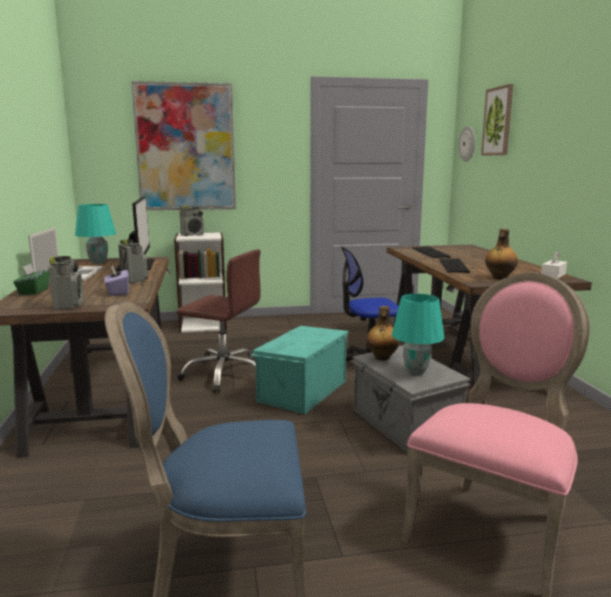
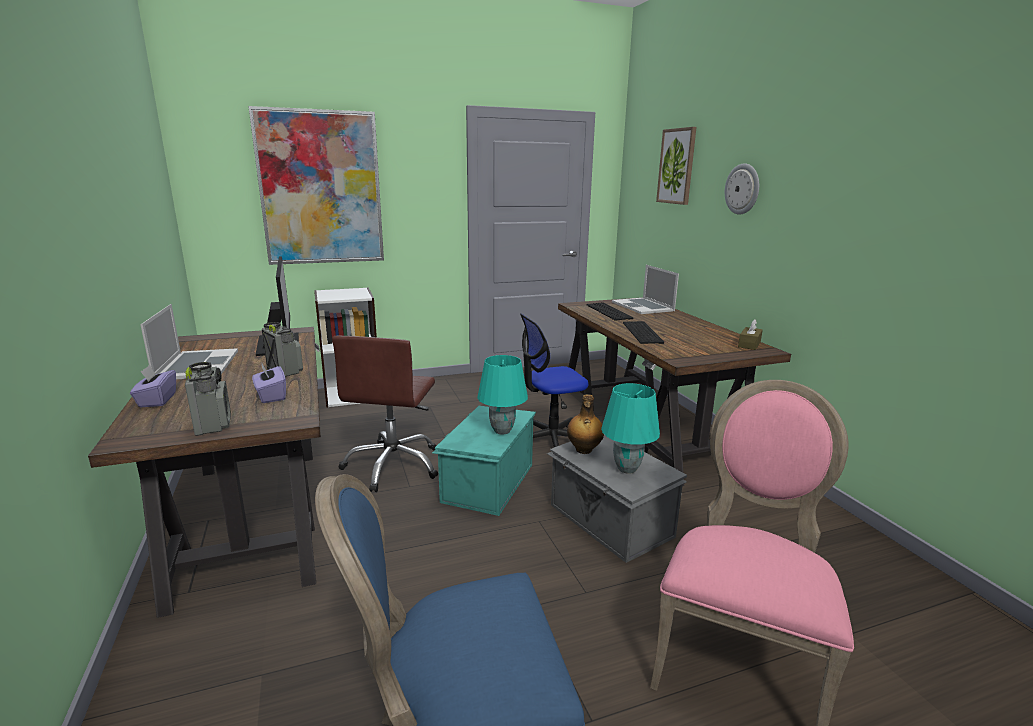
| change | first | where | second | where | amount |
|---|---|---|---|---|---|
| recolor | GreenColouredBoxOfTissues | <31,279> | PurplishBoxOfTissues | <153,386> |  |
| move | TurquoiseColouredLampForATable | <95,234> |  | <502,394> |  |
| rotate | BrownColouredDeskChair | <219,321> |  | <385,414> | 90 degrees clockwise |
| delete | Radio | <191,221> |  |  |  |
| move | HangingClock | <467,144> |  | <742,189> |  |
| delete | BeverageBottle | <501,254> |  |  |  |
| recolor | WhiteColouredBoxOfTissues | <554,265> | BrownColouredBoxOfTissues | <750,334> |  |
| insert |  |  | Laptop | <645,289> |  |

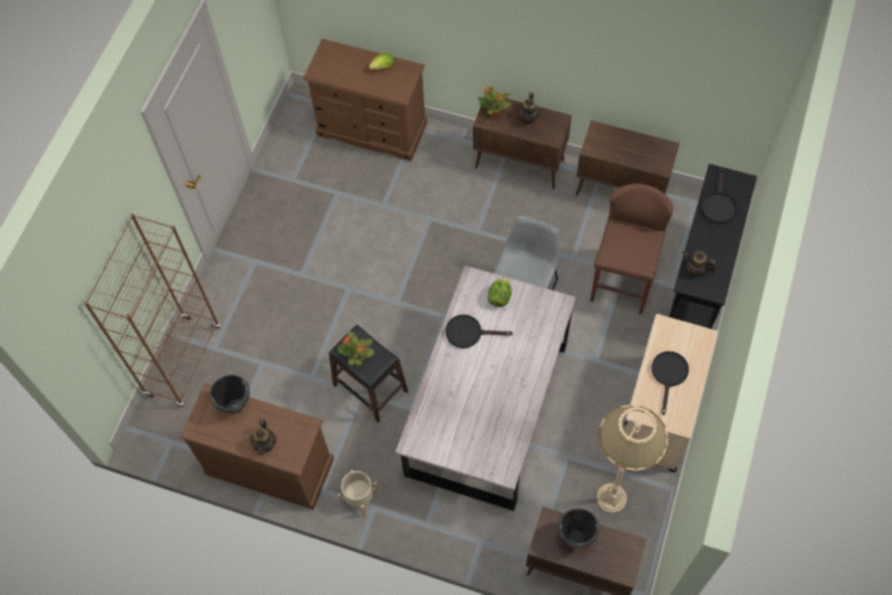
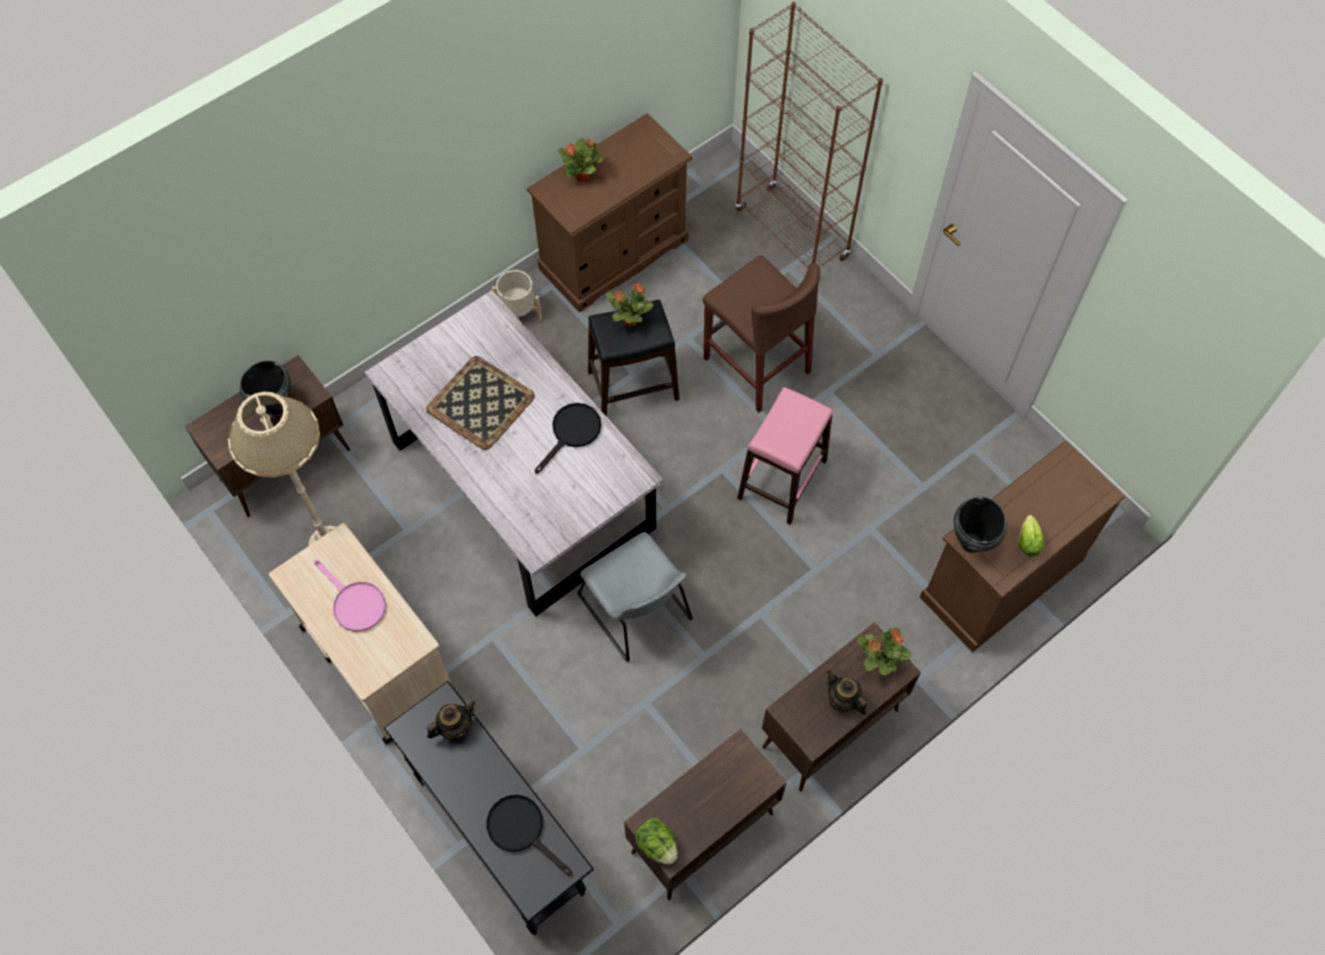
| change | first | where | second | where | amount |
|---|---|---|---|---|---|
| move | BlackColouredStockpot | <229,394> |  | <980,524> |  |
| replace | TeaPot | <263,437> | Houseplant | <580,159> |  |
| move | Lettuce | <499,292> |  | <656,841> |  |
| move | BrownColouredStoolSeat | <632,248> |  | <761,333> |  |
| recolor | BlackColouredSkillet | <670,383> | PinkSkillet | <350,595> |  |
| insert |  |  | CarryingTray | <480,403> |  |
| insert |  |  | PinkStoolSeat | <785,456> |  |

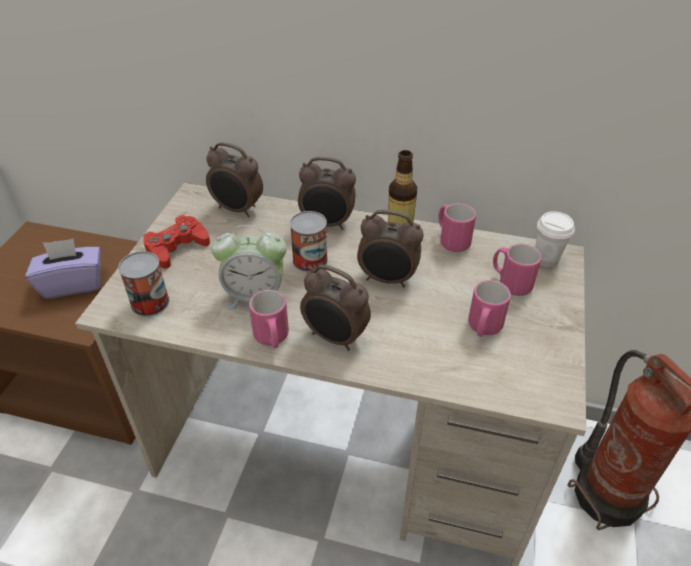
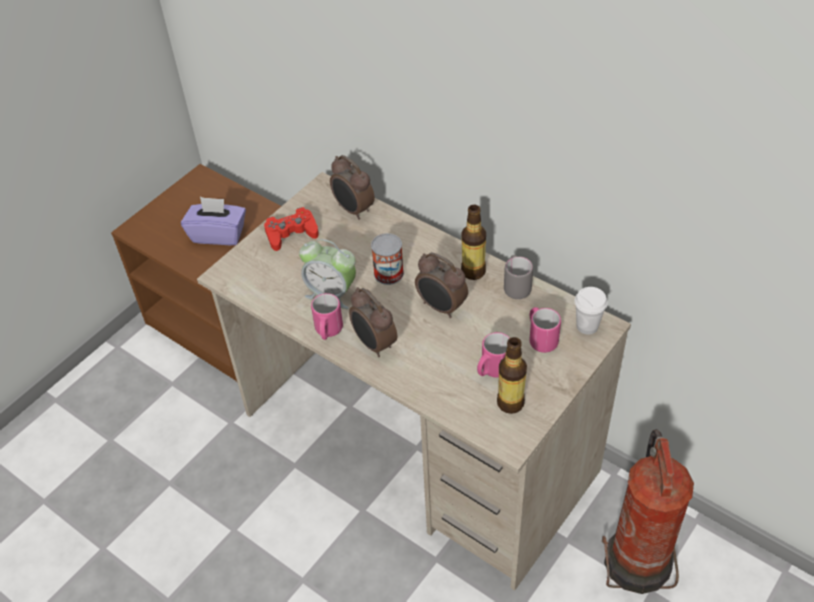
| change | first | where | second | where | amount |
|---|---|---|---|---|---|
| delete | SealedCan | <144,284> |  |  |  |
| delete | BedsideClock | <327,193> |  |  |  |
| recolor | PinkTeaMug | <457,227> | GrayTeaMug | <518,277> |  |
| insert |  |  | BeverageBottle | <512,375> |  |

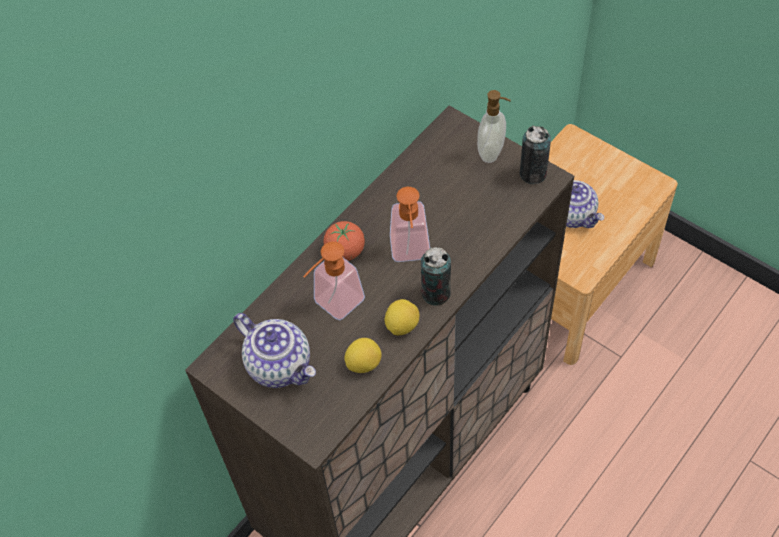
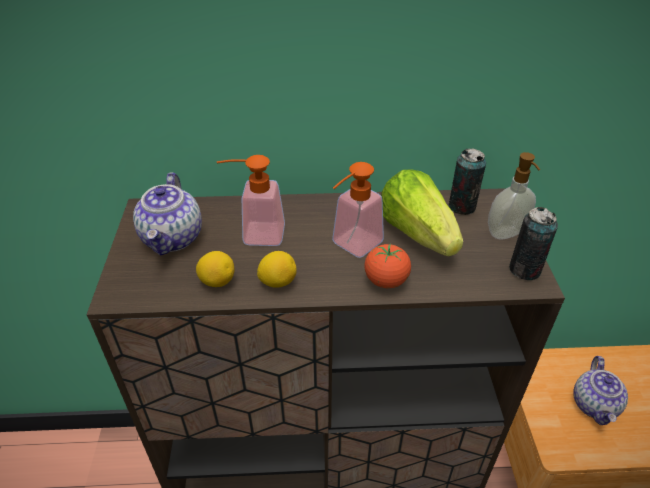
| change | first | where | second | where | amount |
|---|---|---|---|---|---|
| move | WholeTomato | <344,241> |  | <387,266> |  |
| move | SealedCan | <436,276> |  | <467,181> |  |
| insert |  |  | Lettuce | <422,212> |  |

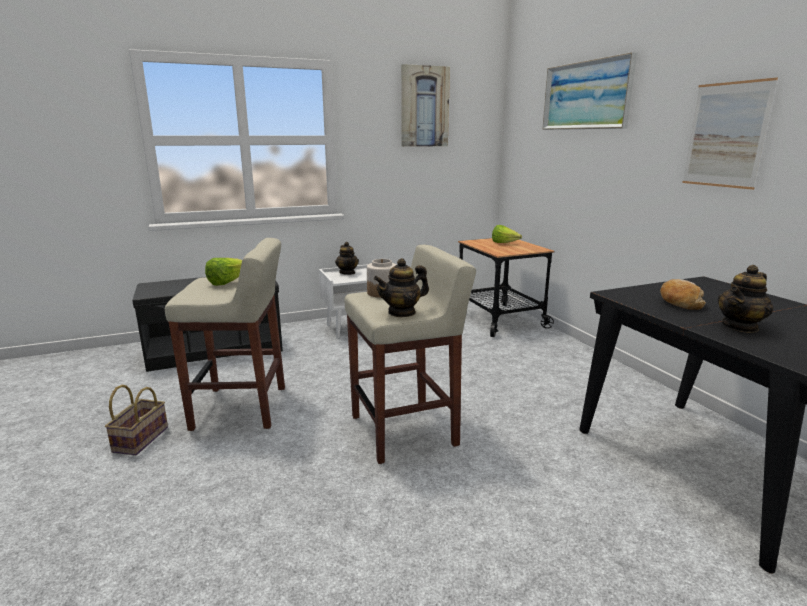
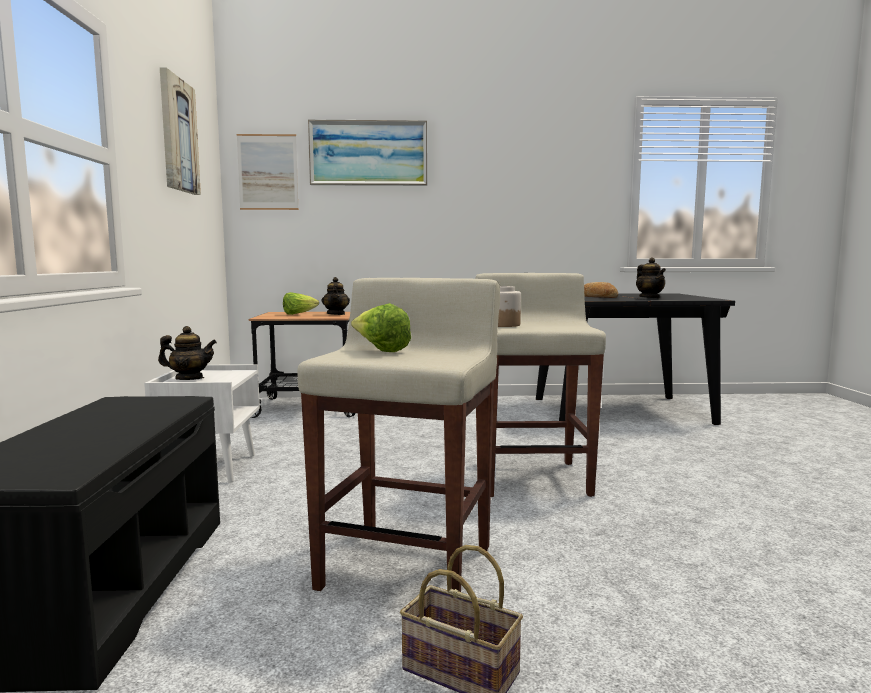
| change | first | where | second | where | amount |
|---|---|---|---|---|---|
| move | TeaPot | <401,287> |  | <336,296> |  |
| move | Picture | <730,133> |  | <268,172> |  |

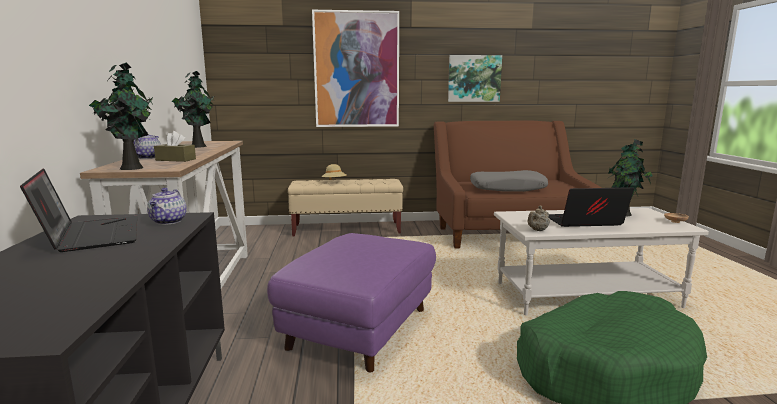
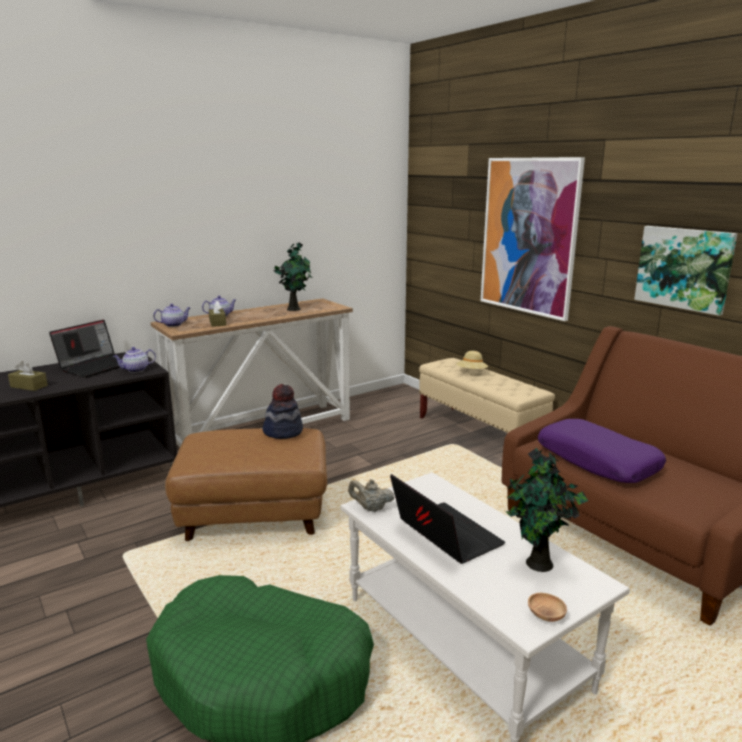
| change | first | where | second | where | amount |
|---|---|---|---|---|---|
| replace | Houseplant | <121,116> | TeaPot | <171,315> |  |
| recolor | PurplishPouffe | <351,303> | BrownColouredPouffe | <246,484> |  |
| recolor | GrayCushion | <509,181> | PurplishCushion | <602,451> |  |
| insert |  |  | BrownColouredBoxOfTissues | <28,376> |  |
| insert |  |  | ClothingHat | <282,411> |  |

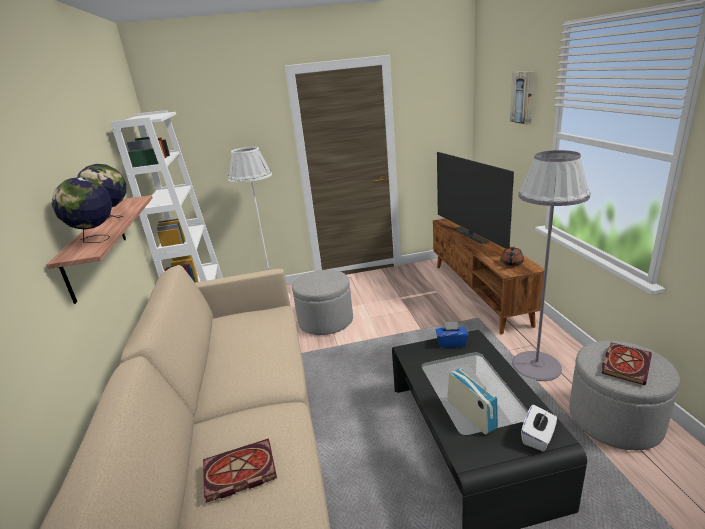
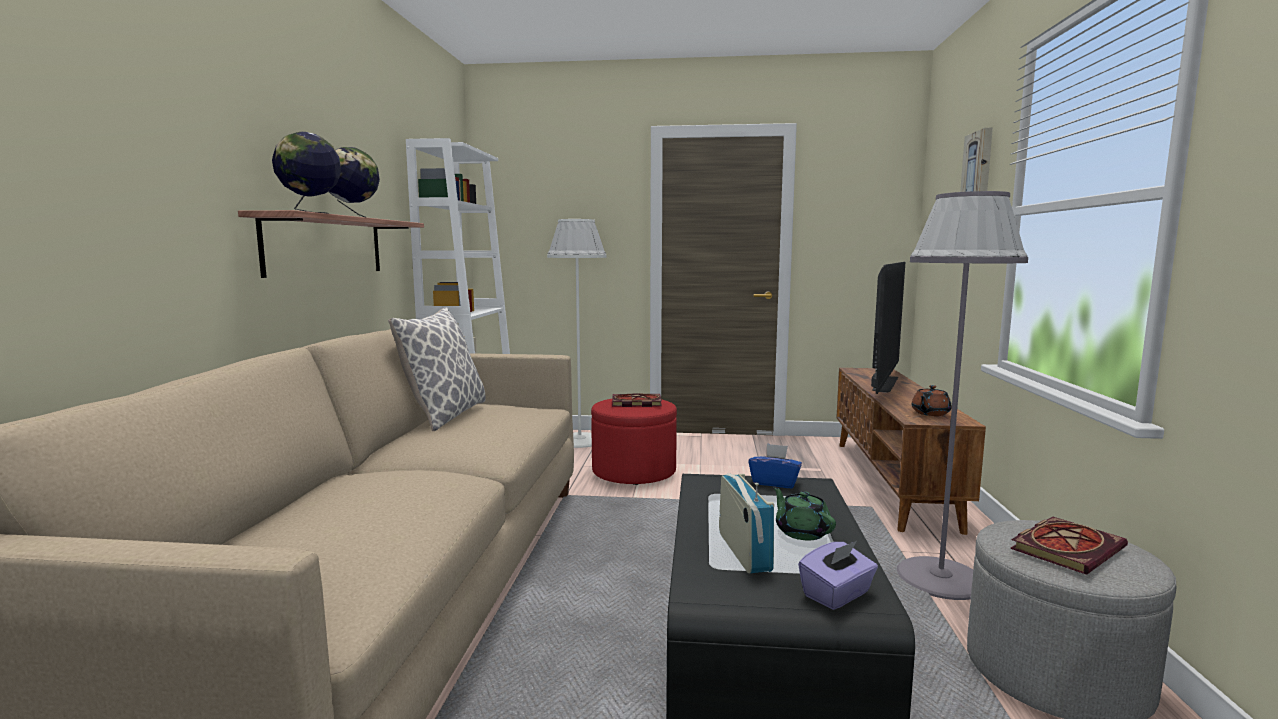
| change | first | where | second | where | amount |
|---|---|---|---|---|---|
| move | BoundBook | <240,470> |  | <637,400> |  |
| recolor | GrayPouffe | <322,302> | RedColouredPouffe | <634,442> |  |
| rotate | Television | <475,200> |  | <888,328> | 150 degrees counterclockwise |
| recolor | WhiteColouredBoxOfTissues | <539,428> | PurplishBoxOfTissues | <838,575> |  |
| insert |  |  | Cushion | <437,369> |  |
| insert |  |  | GreenColouredTeaPot | <804,513> |  |

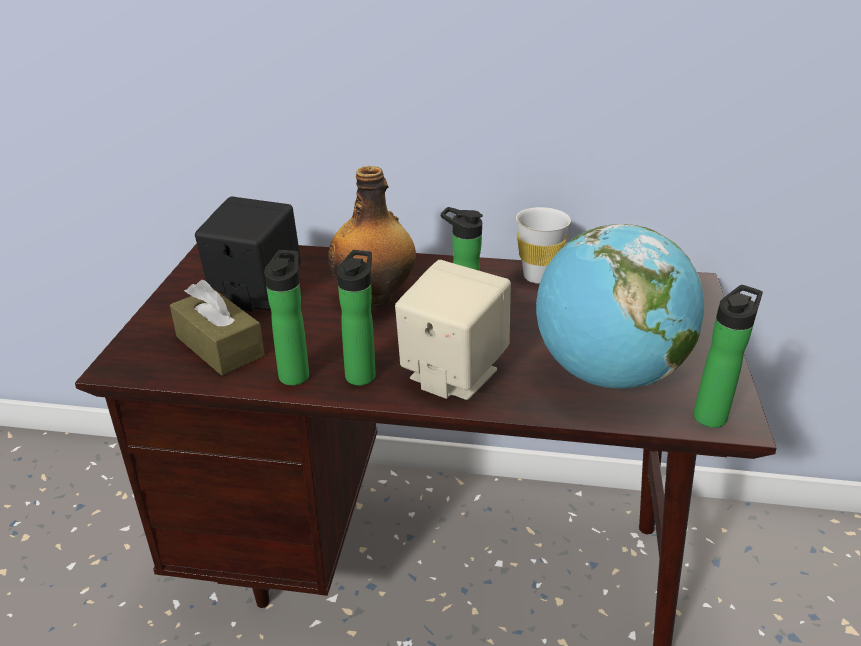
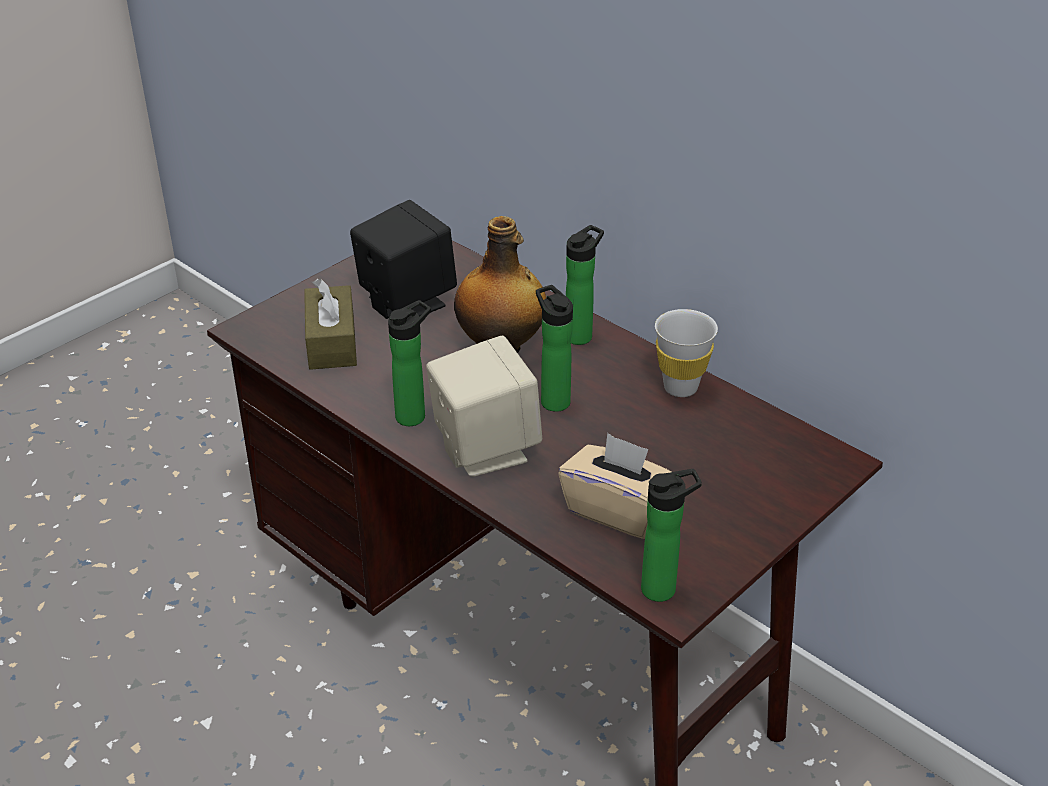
| change | first | where | second | where | amount |
|---|---|---|---|---|---|
| move | BeverageBottle | <286,317> |  | <585,285> |  |
| replace | DeskGlobe | <620,306> | BeigeColouredBoxOfTissues | <615,486> |  |

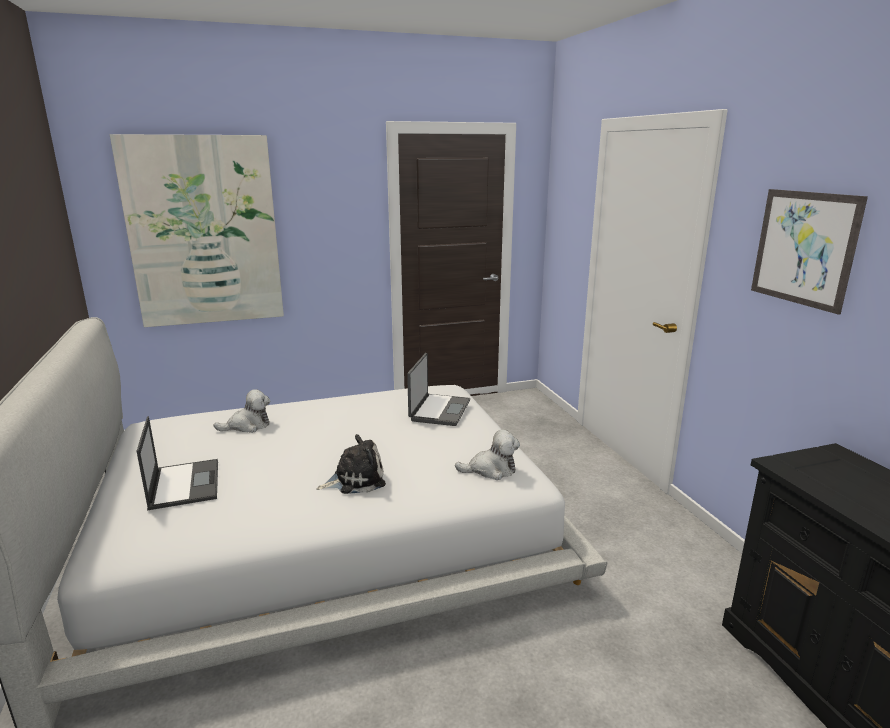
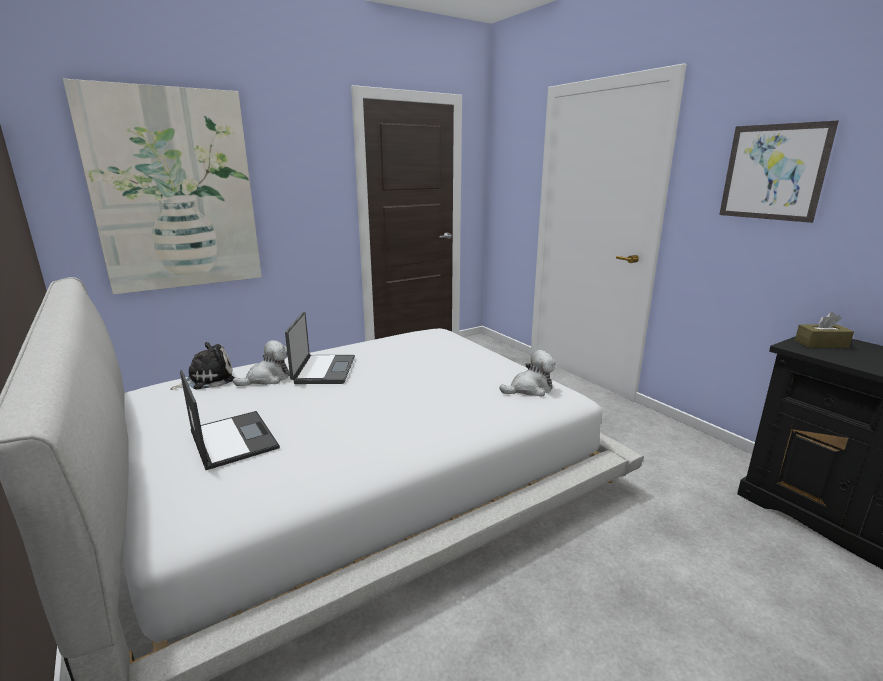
| change | first | where | second | where | amount |
|---|---|---|---|---|---|
| move | SoftToy | <351,464> |  | <202,366> |  |
| move | Laptop | <438,389> |  | <320,348> |  |
| insert |  |  | BrownColouredBoxOfTissues | <824,330> |  |

